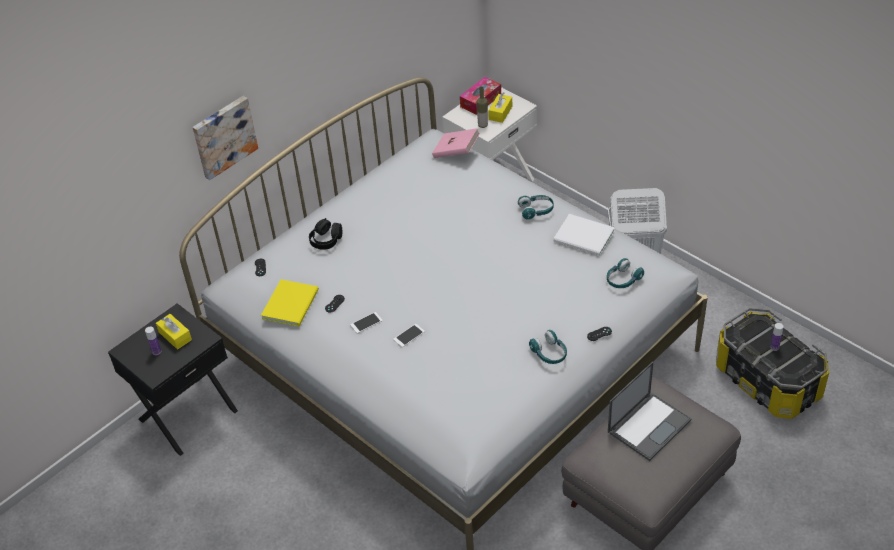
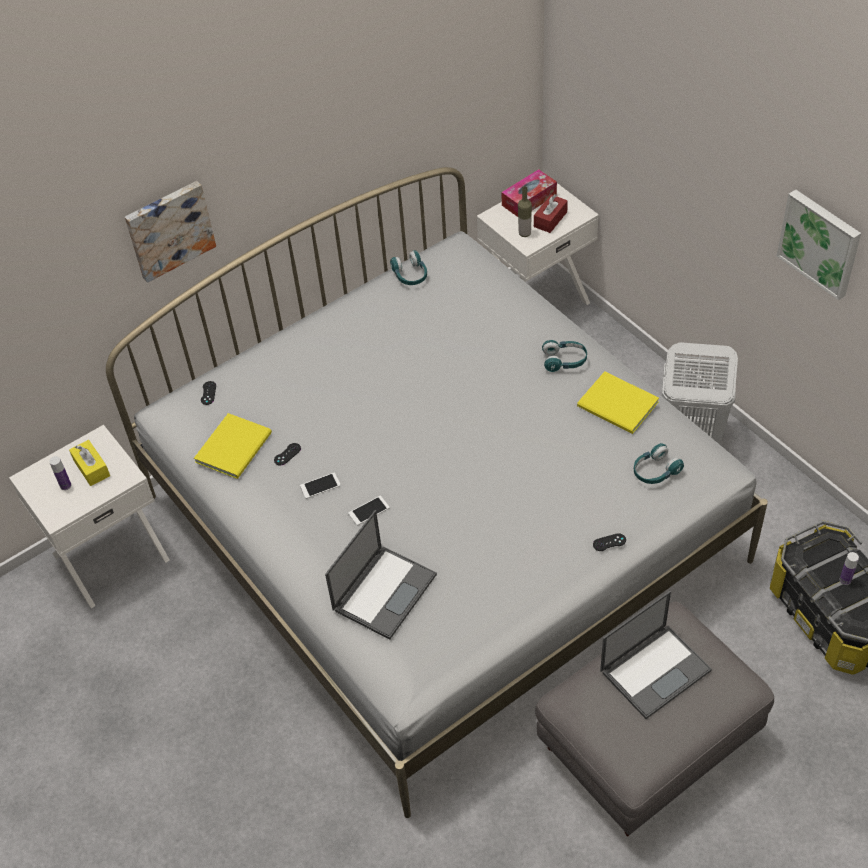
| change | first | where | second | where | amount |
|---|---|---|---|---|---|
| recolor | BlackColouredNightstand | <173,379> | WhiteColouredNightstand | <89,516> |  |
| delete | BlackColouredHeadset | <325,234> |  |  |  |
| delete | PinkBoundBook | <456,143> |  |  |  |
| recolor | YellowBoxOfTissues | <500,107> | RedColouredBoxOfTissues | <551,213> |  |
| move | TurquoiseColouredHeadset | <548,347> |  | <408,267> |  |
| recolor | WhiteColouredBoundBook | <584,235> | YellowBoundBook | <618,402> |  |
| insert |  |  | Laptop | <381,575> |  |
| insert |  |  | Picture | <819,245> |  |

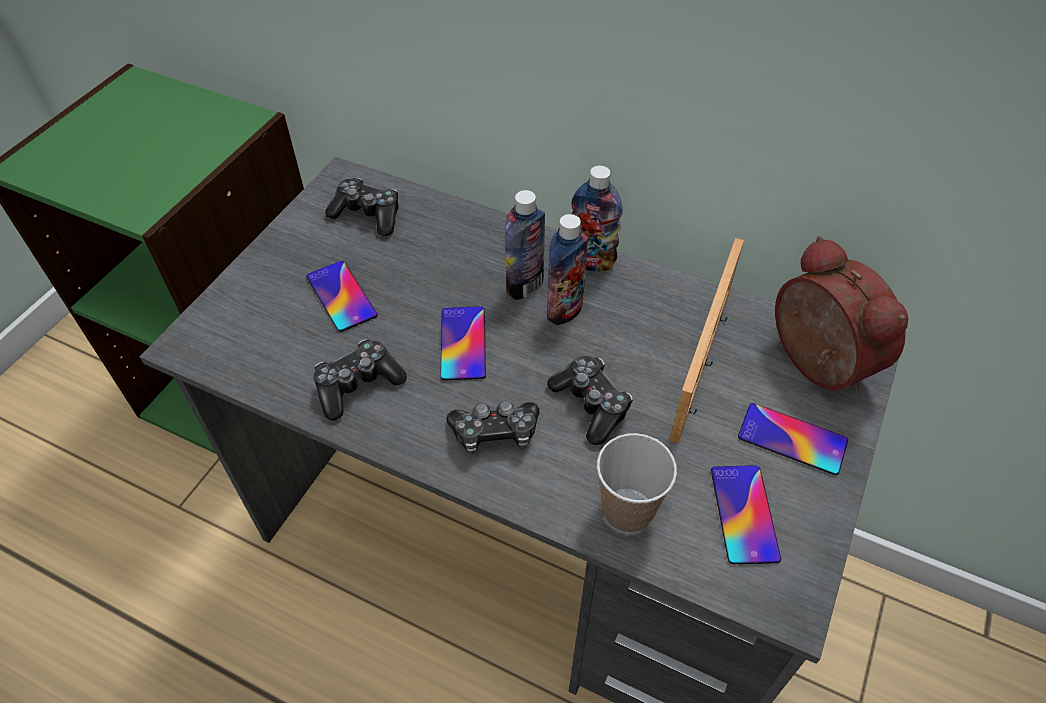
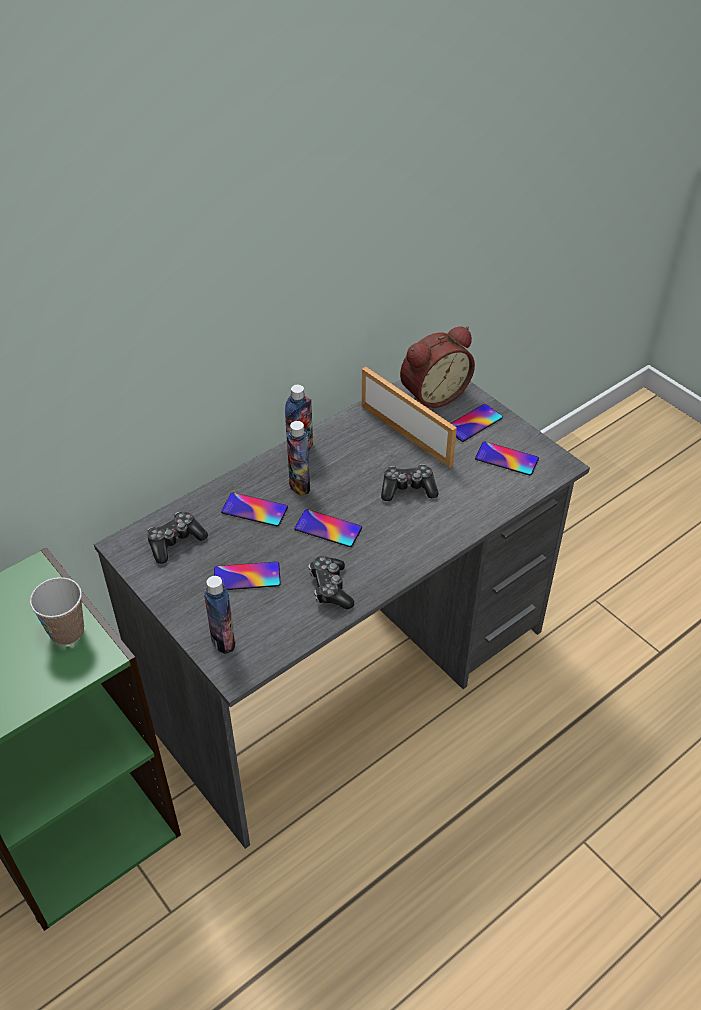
| change | first | where | second | where | amount |
|---|---|---|---|---|---|
| delete | Joypad | <492,427> |  |  |  |
| move | BeverageBottle | <567,269> |  | <219,615> |  |
| move | DrinkingCup | <637,483> |  | <57,611> |  |
| rotate | BedsideClock | <841,314> |  | <437,367> | 150 degrees clockwise |
| insert |  |  | Telephone | <254,509> |  |

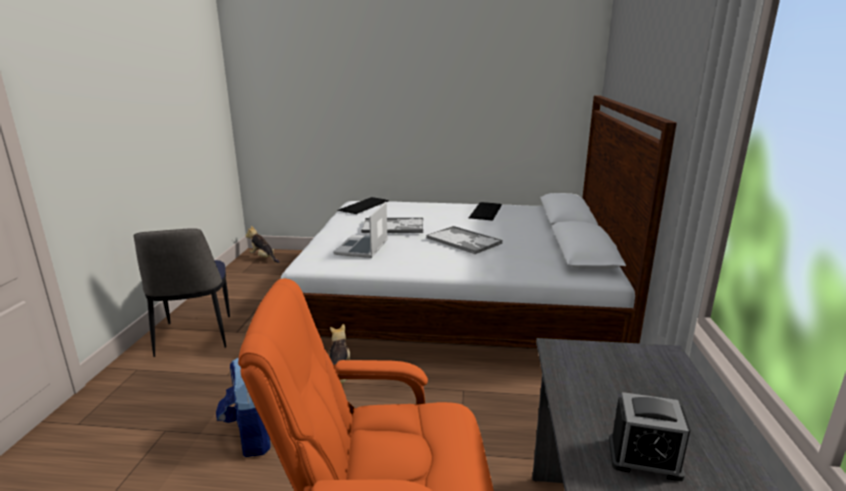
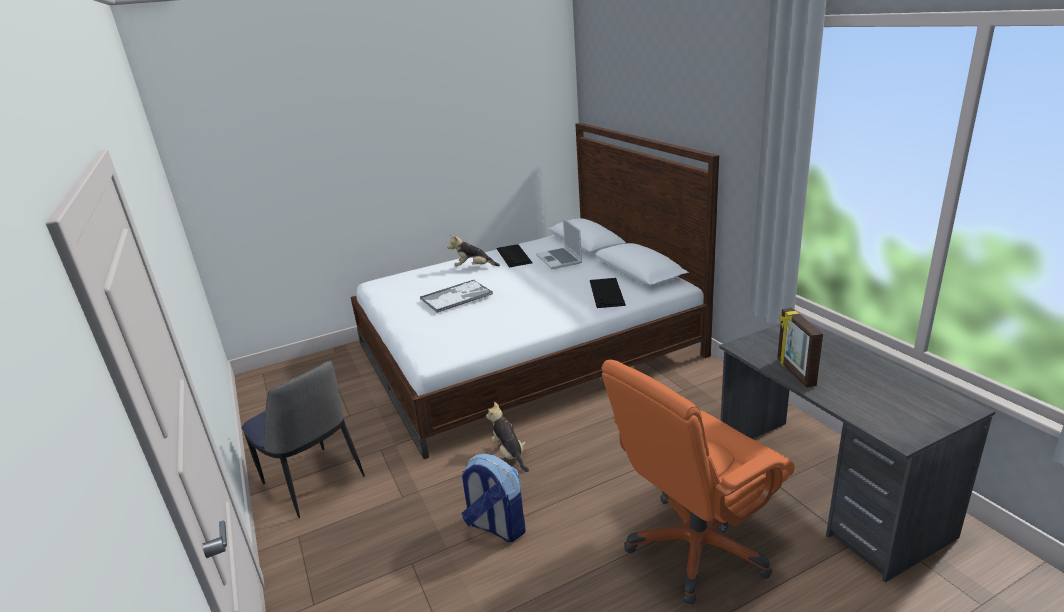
| change | first | where | second | where | amount |
|---|---|---|---|---|---|
| move | SoftToy | <262,244> |  | <473,250> |  |
| move | Laptop | <361,230> |  | <559,243> |  |
| move | ComputerKeyboard | <363,205> |  | <608,293> |  |
| delete | CarryingTray | <464,240> |  |  |  |
| delete | BedsideClock | <649,436> |  |  |  |
| insert |  |  | StandingFrame | <800,348> |  |

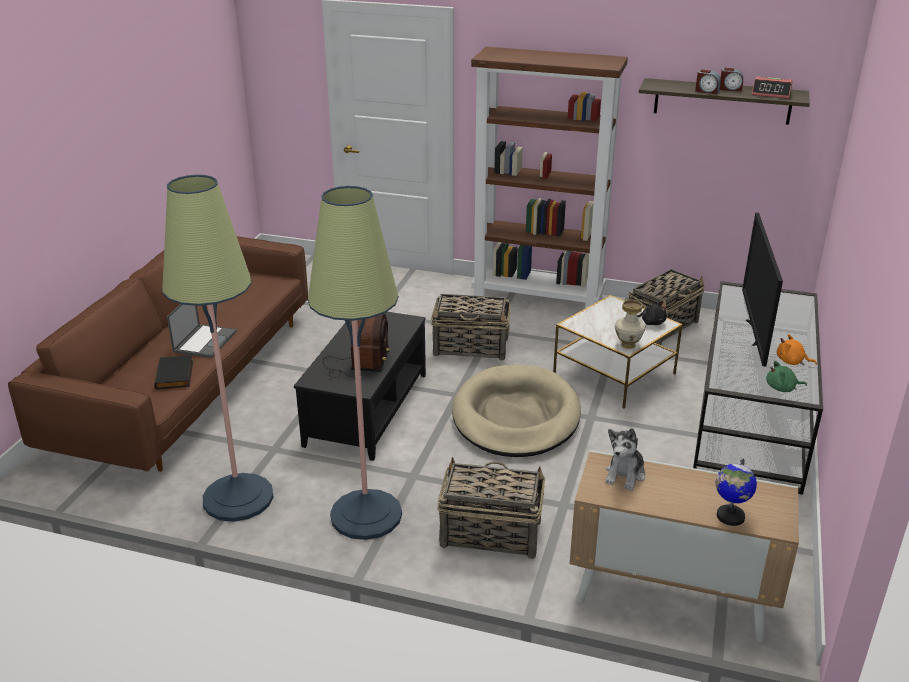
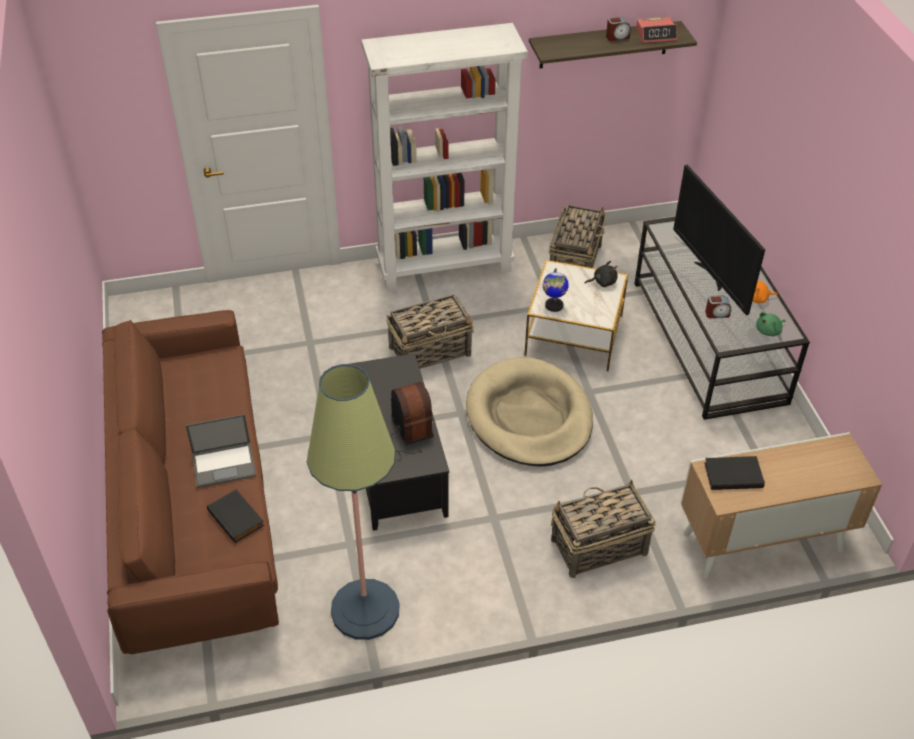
| change | first | where | second | where | amount |
|---|---|---|---|---|---|
| rotate | Laptop | <202,331> |  | <220,451> | 90 degrees clockwise |
| delete | FloorLamp | <355,363> |  |  |  |
| recolor | BrownColouredBookshelf | <549,177> | WhiteColouredBookshelf | <444,156> |  |
| replace | SoftToy | <625,459> | BlackColouredBoundBook | <734,473> |  |
| delete | Vase | <630,324> |  |  |  |
| move | BedsideClock | <708,82> |  | <718,306> |  |
| move | DeskGlobe | <736,492> |  | <556,290> |  |

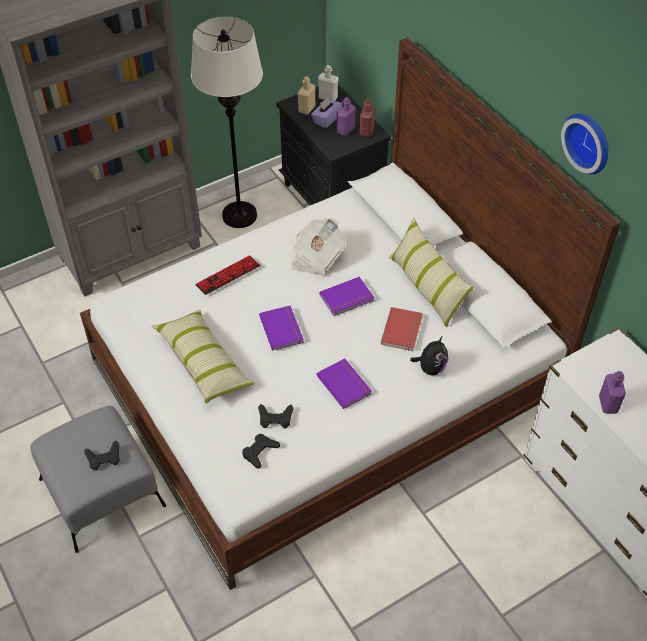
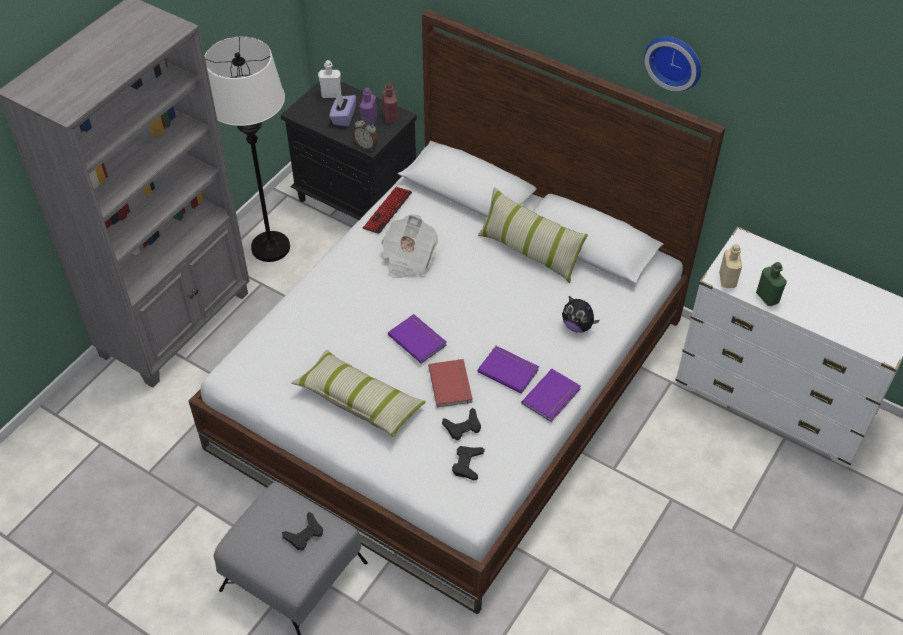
| change | first | where | second | where | amount |
|---|---|---|---|---|---|
| move | ComputerKeyboard | <227,275> |  | <387,210> |  |
| move | BeigeColouredBeverageBottle | <306,95> |  | <730,266> |  |
| move | PurplishBoundBook | <346,296> |  | <551,395> |  |
| move | RedColouredBoundBook | <402,329> |  | <450,383> |  |
| rotate | SoftToy | <429,356> |  | <581,314> | 120 degrees clockwise |
| recolor | PurplishBeverageBottle | <612,392> | GreenColouredBeverageBottle | <771,284> |  |
| insert |  |  | BedsideClock | <365,134> |  |

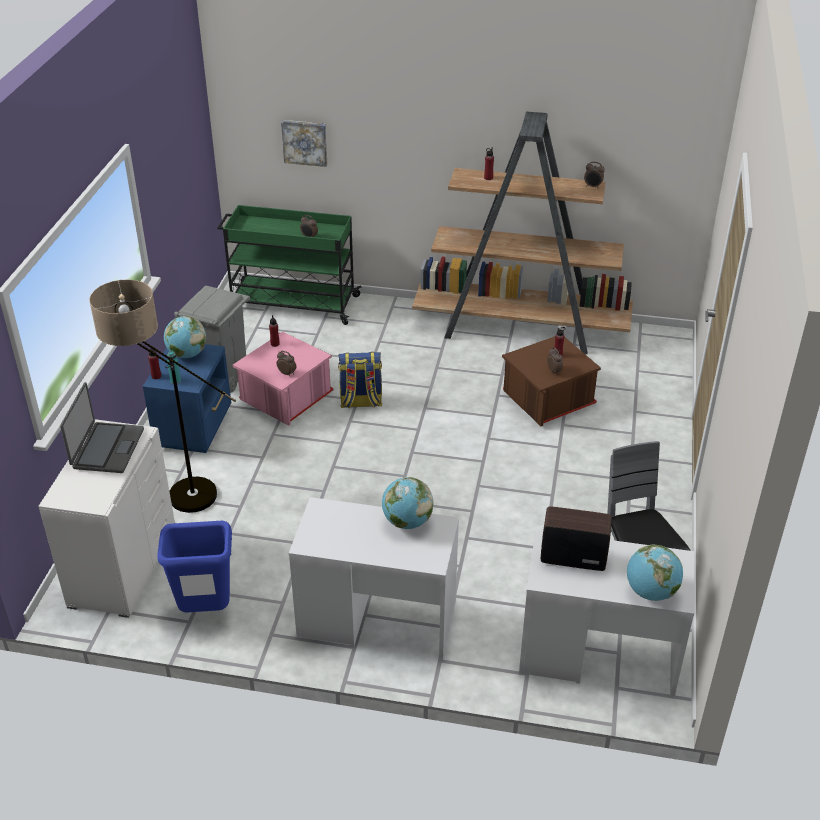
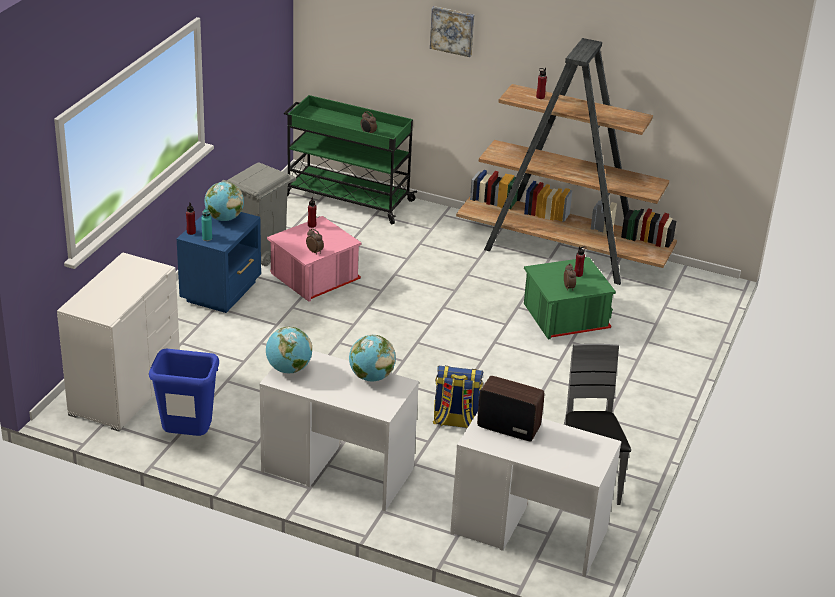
| change | first | where | second | where | amount |
|---|---|---|---|---|---|
| delete | Laptop | <102,427> |  |  |  |
| delete | FloorLamp | <162,396> |  |  |  |
| move | Picture | <304,143> |  | <452,31> |  |
| move | Knapsack | <360,380> |  | <458,397> |  |
| recolor | BrownColouredStorageBox | <551,381> | GreenColouredStorageBox | <570,298> |  |
| delete | BedsideClock | <594,175> |  |  |  |
| move | DeskGlobe | <655,572> |  | <289,350> |  |

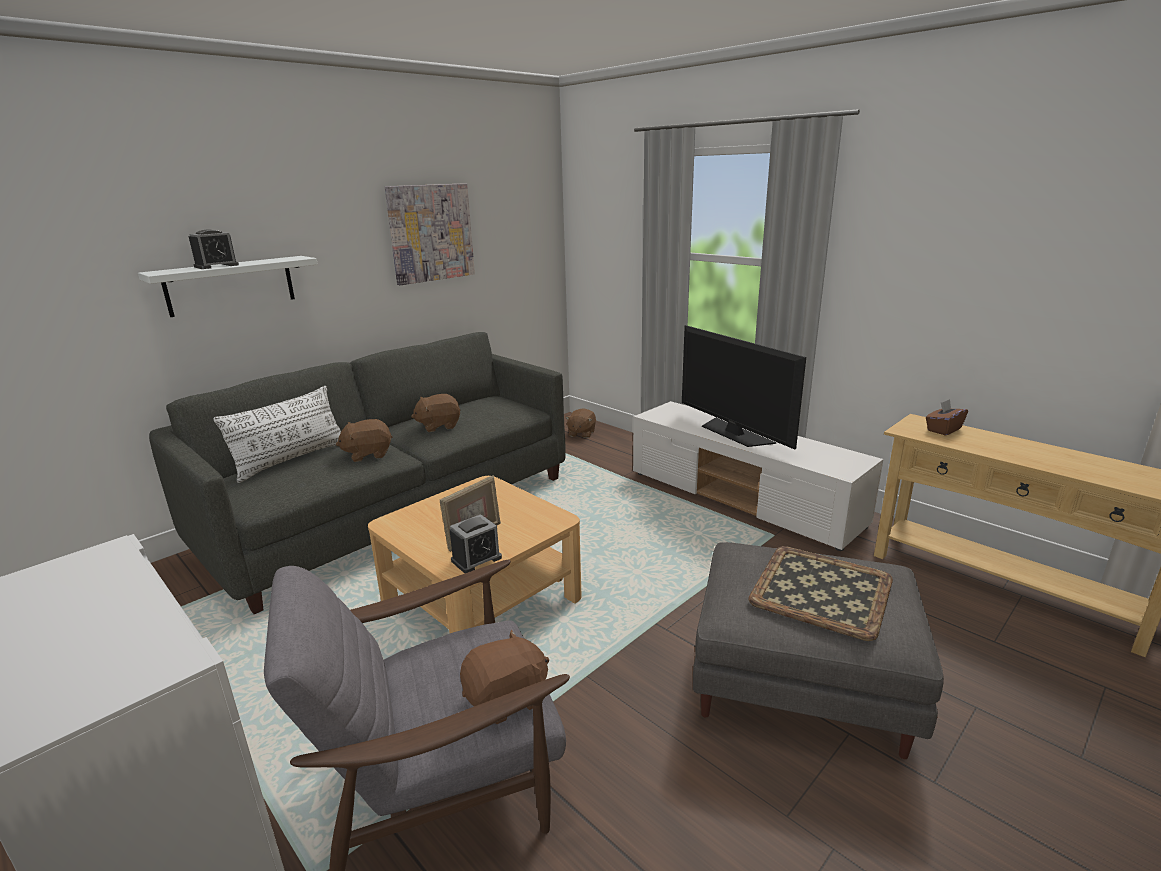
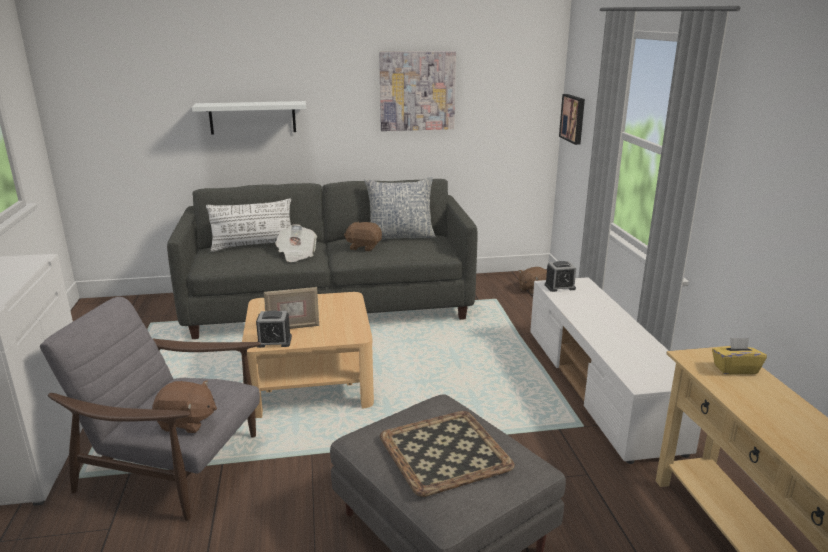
| change | first | where | second | where | amount |
|---|---|---|---|---|---|
| move | BedsideClock | <213,249> |  | <560,276> |  |
| replace | BrownColouredSoftToy | <364,440> | DailyPaper | <296,243> |  |
| delete | Television | <744,387> |  |  |  |
| recolor | BrownColouredBoxOfTissues | <947,417> | YellowBoxOfTissues | <739,356> |  |
| insert |  |  | Cushion | <400,208> |  |
| insert |  |  | Picture | <572,119> |  |

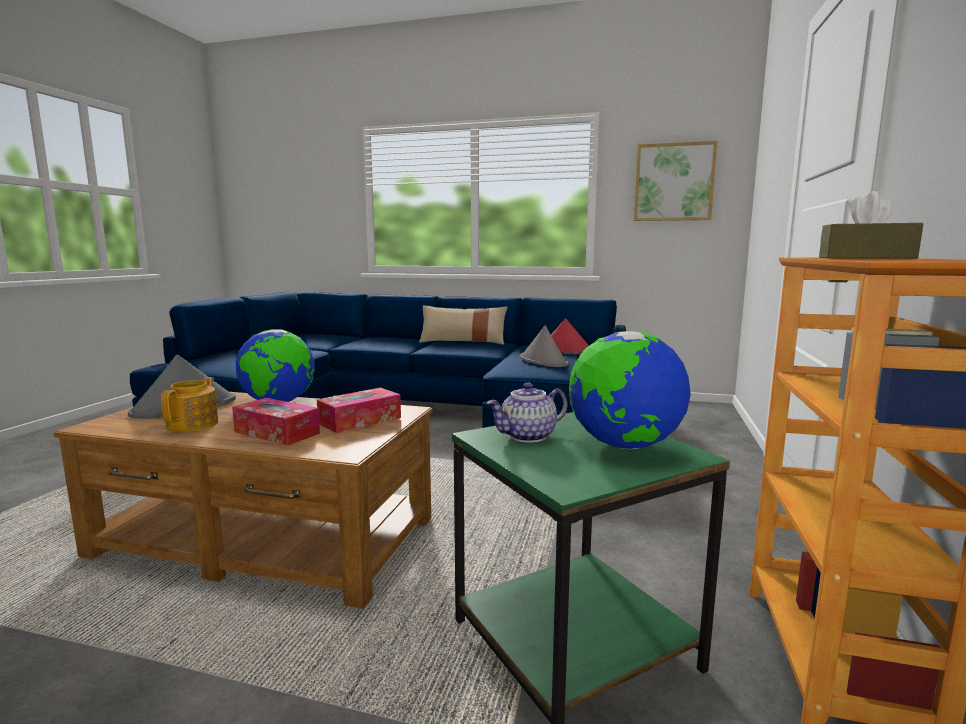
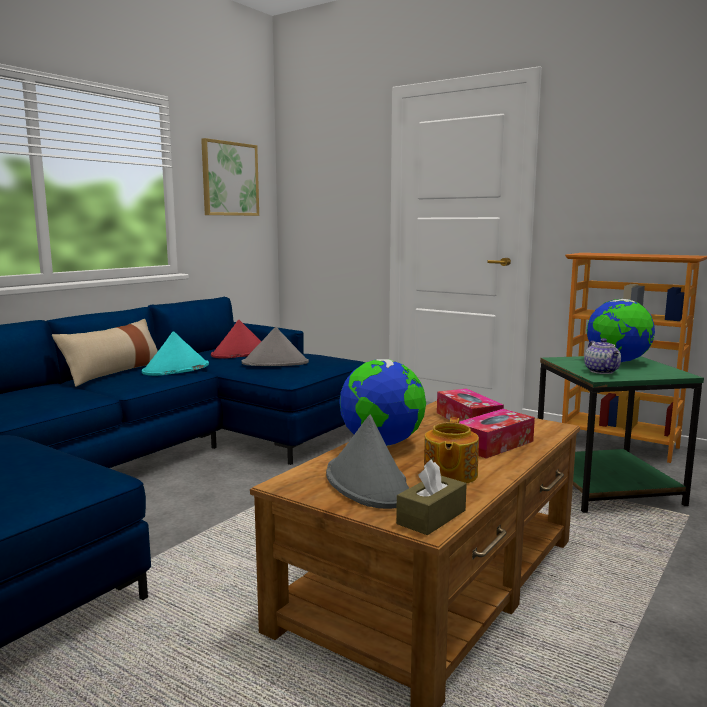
| change | first | where | second | where | amount |
|---|---|---|---|---|---|
| rotate | TeaPot | <189,404> |  | <451,450> | 105 degrees counterclockwise |
| move | BrownColouredBoxOfTissues | <871,225> |  | <431,497> |  |
| insert |  |  | TurquoiseColouredClothingHat | <175,353> |  |

